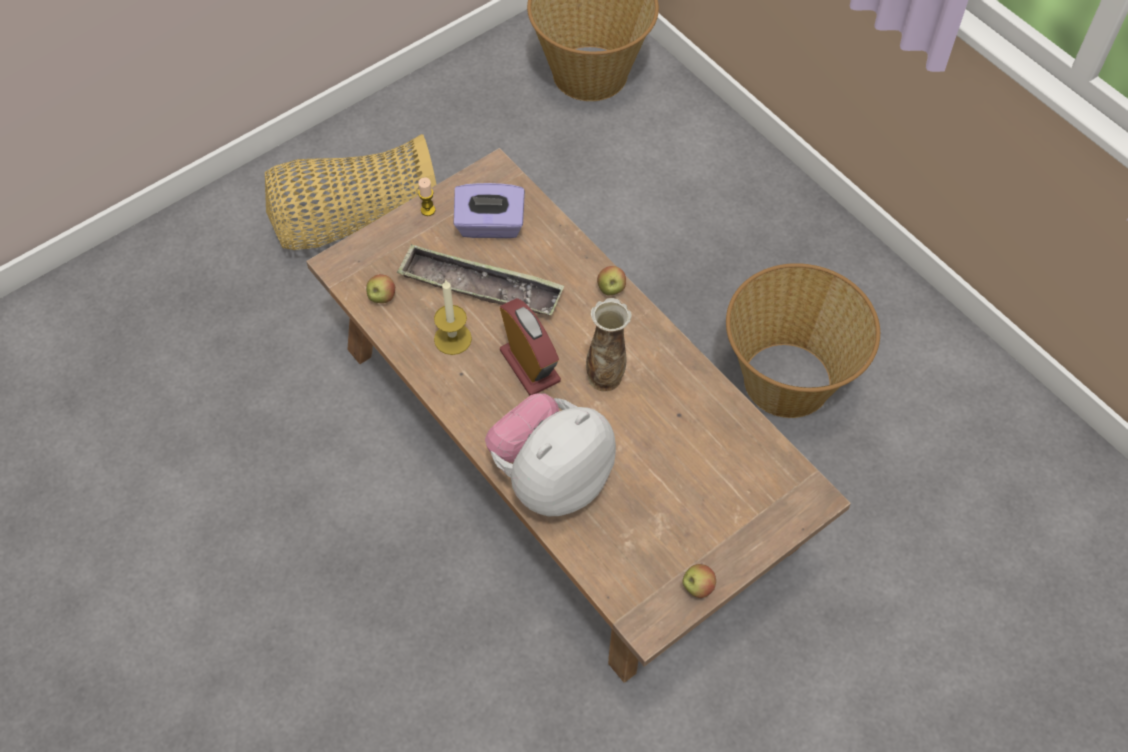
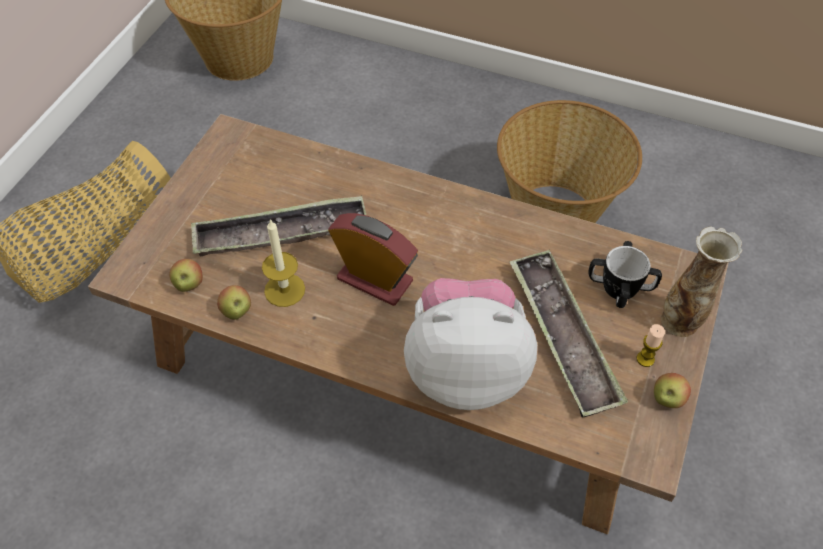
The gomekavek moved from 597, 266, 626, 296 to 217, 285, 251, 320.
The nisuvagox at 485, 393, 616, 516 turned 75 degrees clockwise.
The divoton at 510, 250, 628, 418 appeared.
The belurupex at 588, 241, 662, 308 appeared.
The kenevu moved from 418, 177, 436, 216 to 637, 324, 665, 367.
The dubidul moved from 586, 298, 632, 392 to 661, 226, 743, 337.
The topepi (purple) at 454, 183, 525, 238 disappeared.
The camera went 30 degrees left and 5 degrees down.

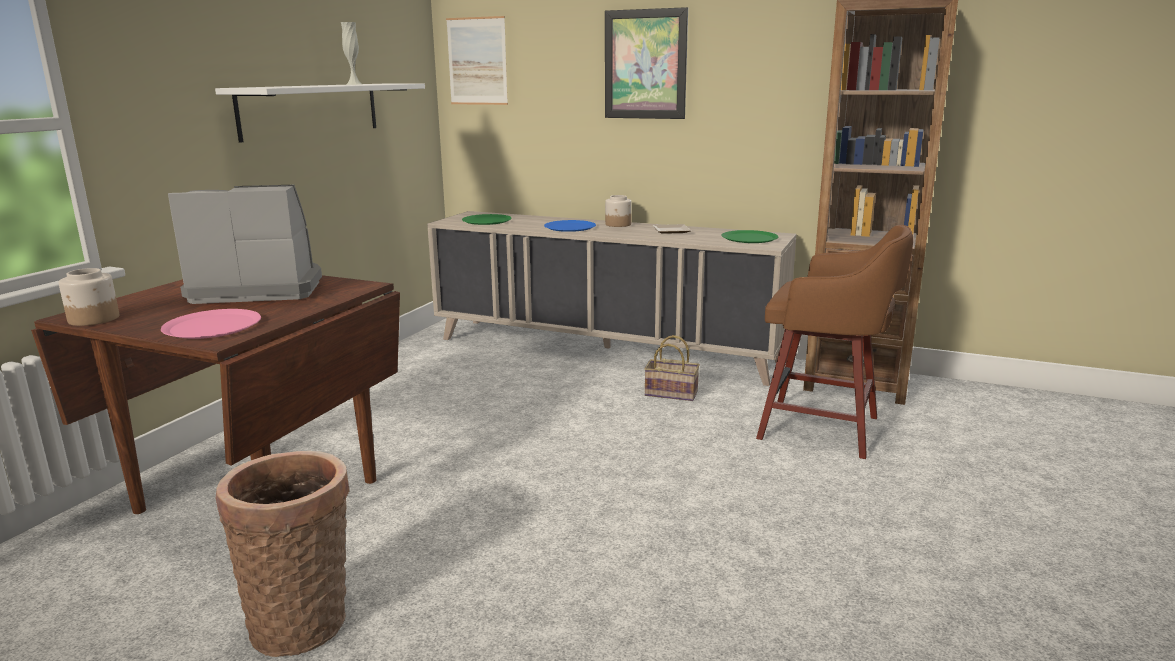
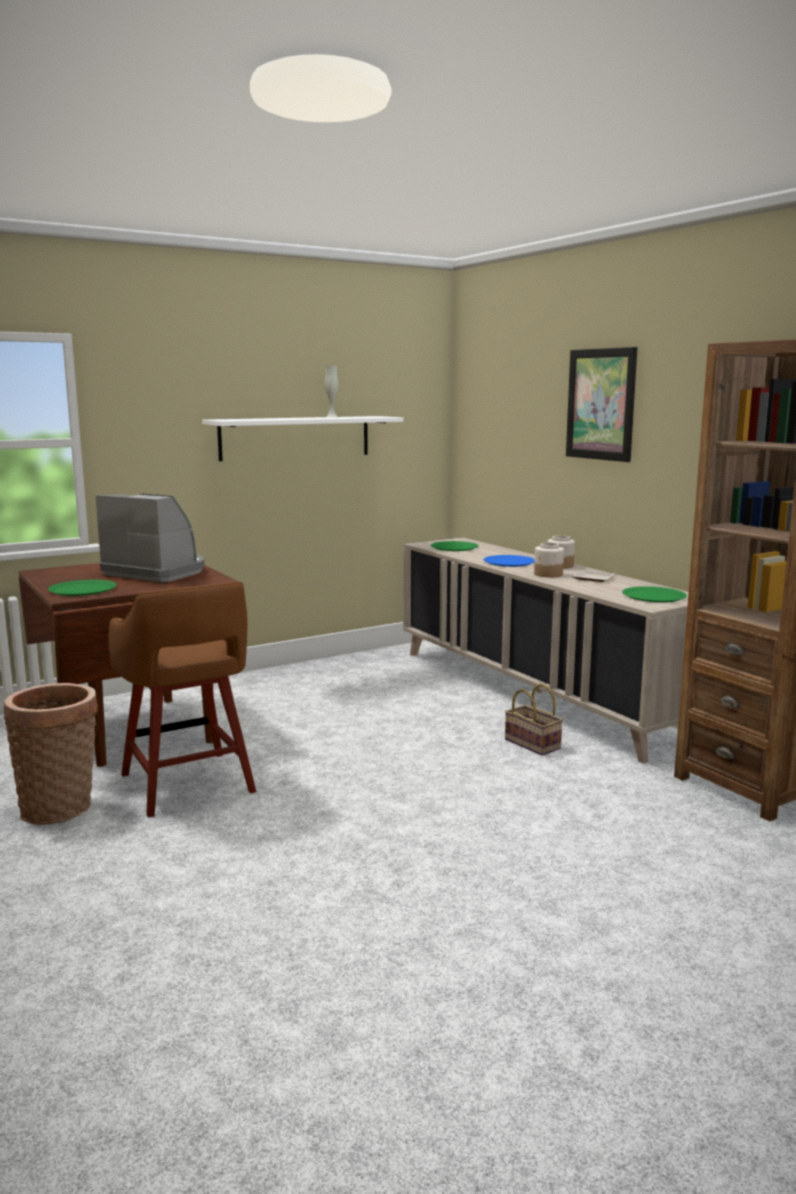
The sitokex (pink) at 161, 309, 261, 339 became the sitokex (green) at 48, 580, 117, 596.
The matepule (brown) moved from 756, 225, 913, 459 to 109, 582, 256, 817.
The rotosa moved from 59, 268, 119, 326 to 534, 543, 564, 577.
The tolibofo at 446, 16, 508, 105 disappeared.
The camera went 35 degrees right and 5 degrees down.

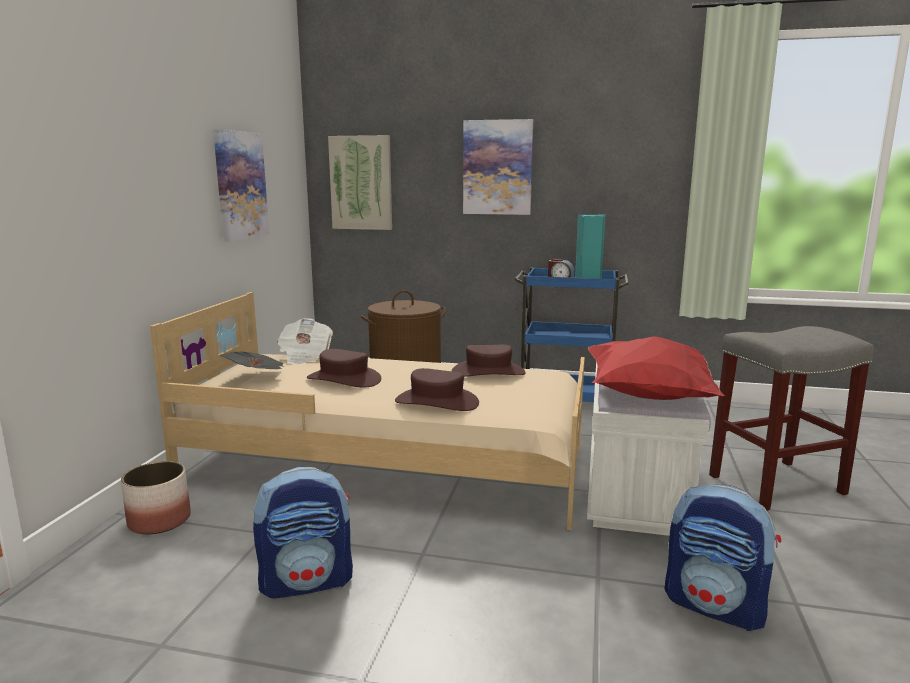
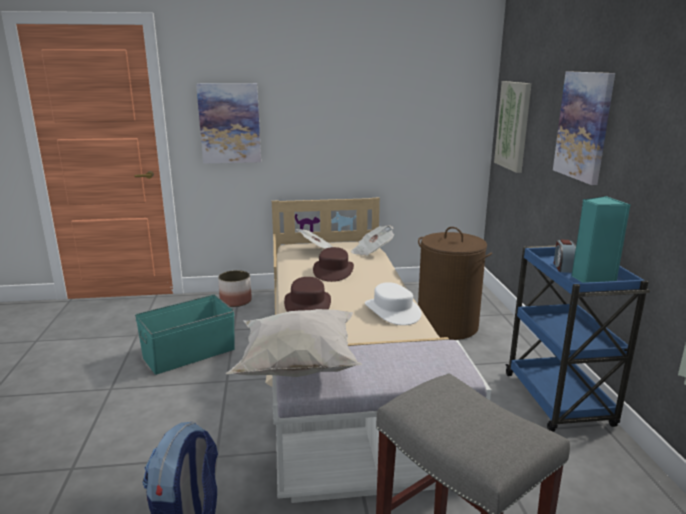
The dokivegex at 253, 467, 353, 598 was replaced by the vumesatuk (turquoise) at 135, 295, 235, 375.
The tolibofo moved from 213, 129, 269, 242 to 196, 83, 261, 164.
The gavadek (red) at 588, 336, 725, 400 became the gavadek (white) at 225, 309, 362, 377.
The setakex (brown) at 452, 345, 526, 377 became the setakex (white) at 365, 282, 422, 325.
The camera went 70 degrees right and 5 degrees up.

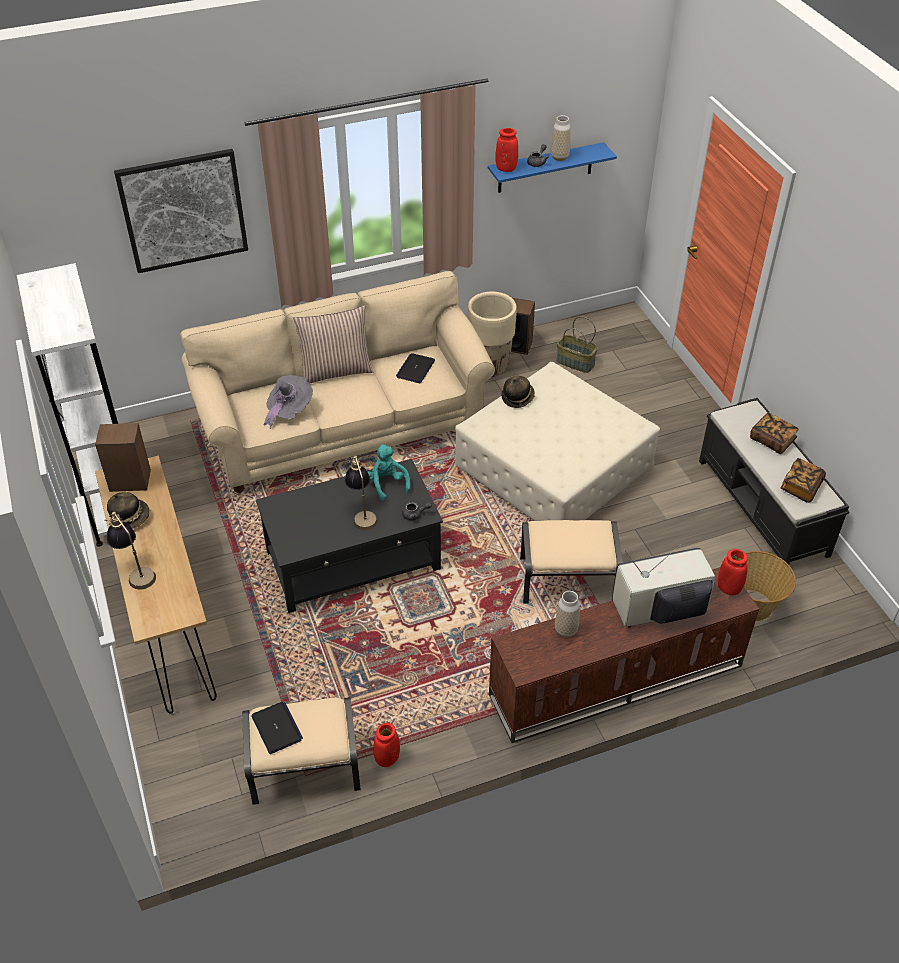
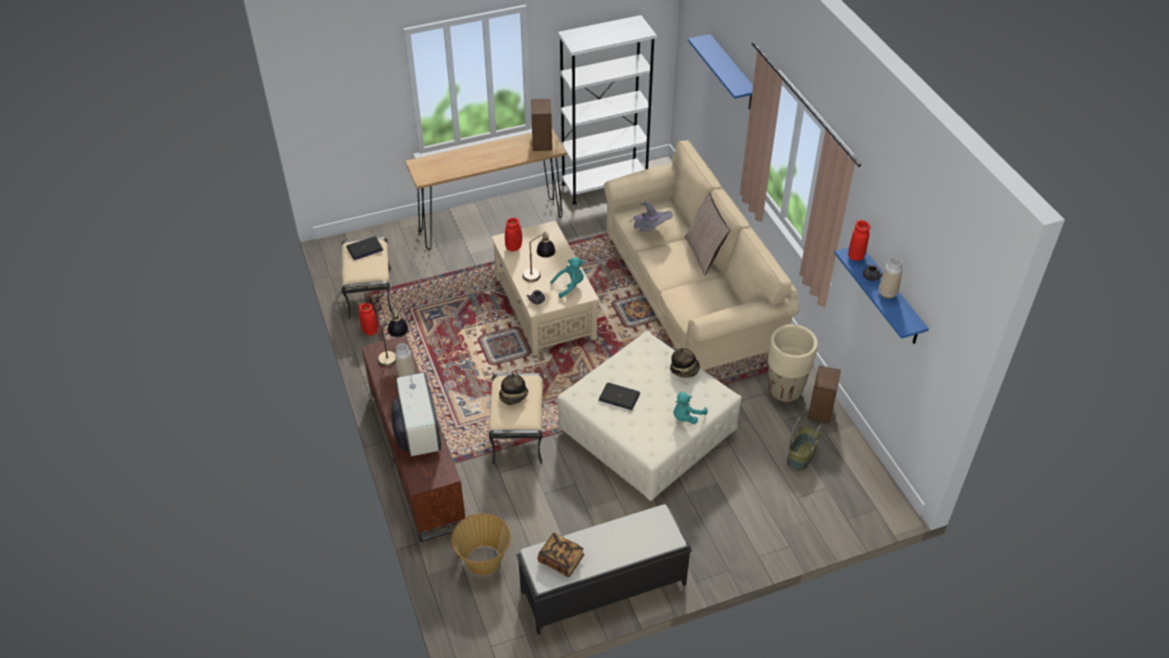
The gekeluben moved from 104, 512, 156, 590 to 378, 309, 409, 367.
The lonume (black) at 256, 459, 443, 613 became the lonume (beige) at 491, 221, 599, 356.
The setakex moved from 107, 492, 150, 529 to 499, 373, 528, 405.
The dubidul (red) moved from 718, 549, 748, 595 to 505, 218, 522, 251.
The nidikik moved from 396, 353, 435, 383 to 599, 382, 640, 410.
The nisuvagox (turquoise) at 673, 392, 707, 424 appeared.
The tolibofo at 114, 149, 248, 273 was replaced by the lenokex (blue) at 688, 34, 753, 110.
The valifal at 750, 412, 799, 454 disappeared.
The camera went 90 degrees right and 0 degrees up.

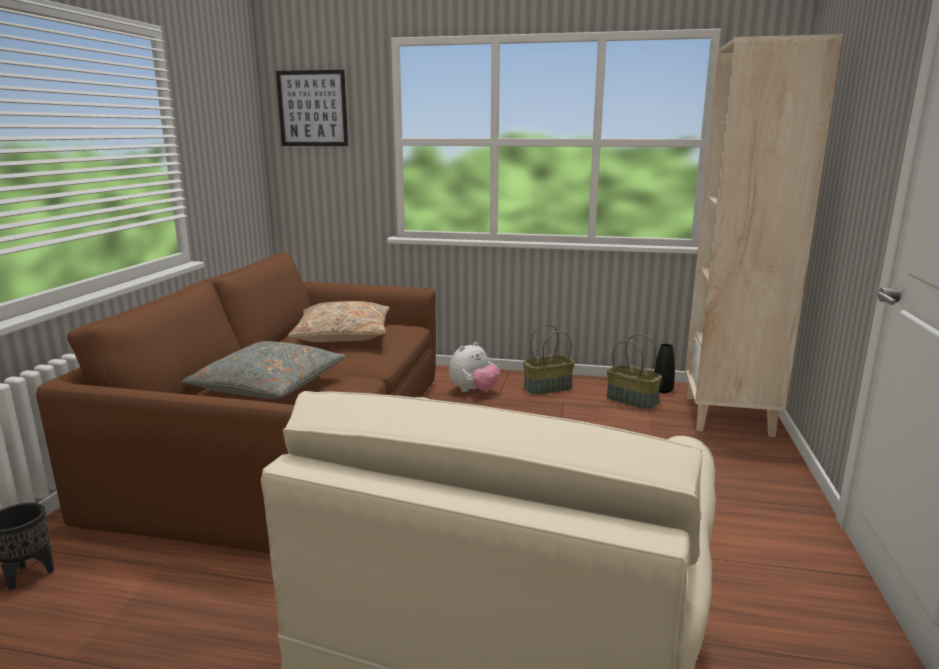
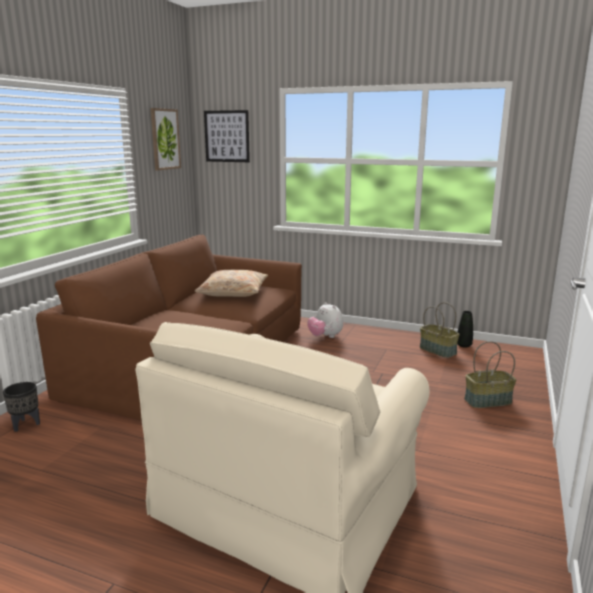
The tolibofo at 150, 108, 181, 171 appeared.
The nisuvagox at 449, 342, 500, 392 turned 90 degrees clockwise.
The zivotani moved from 523, 324, 575, 395 to 464, 341, 516, 408.
The gavadek (grey) at 182, 341, 346, 399 disappeared.
The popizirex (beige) at 685, 34, 843, 437 disappeared.
The camera went 10 degrees right and 0 degrees up.

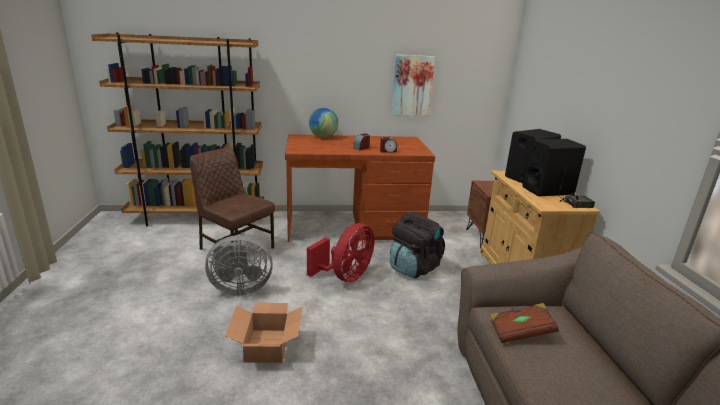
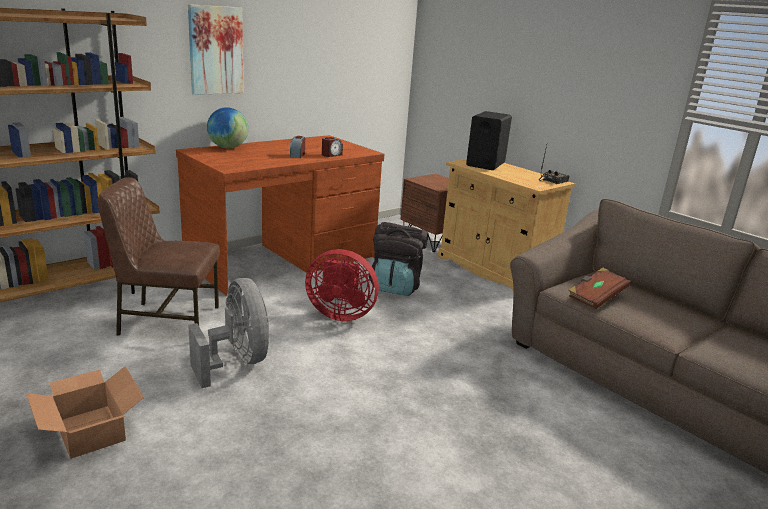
The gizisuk moved from 225, 303, 302, 363 to 26, 366, 144, 459.
The tolibofo moved from 392, 55, 435, 116 to 188, 4, 243, 95.
The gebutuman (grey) at 205, 235, 273, 296 turned 75 degrees counterclockwise.
The gebutuman (red) at 307, 223, 374, 282 turned 105 degrees clockwise.
The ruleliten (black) at 522, 139, 586, 197 disappeared.
The camera went 35 degrees left and 0 degrees up.

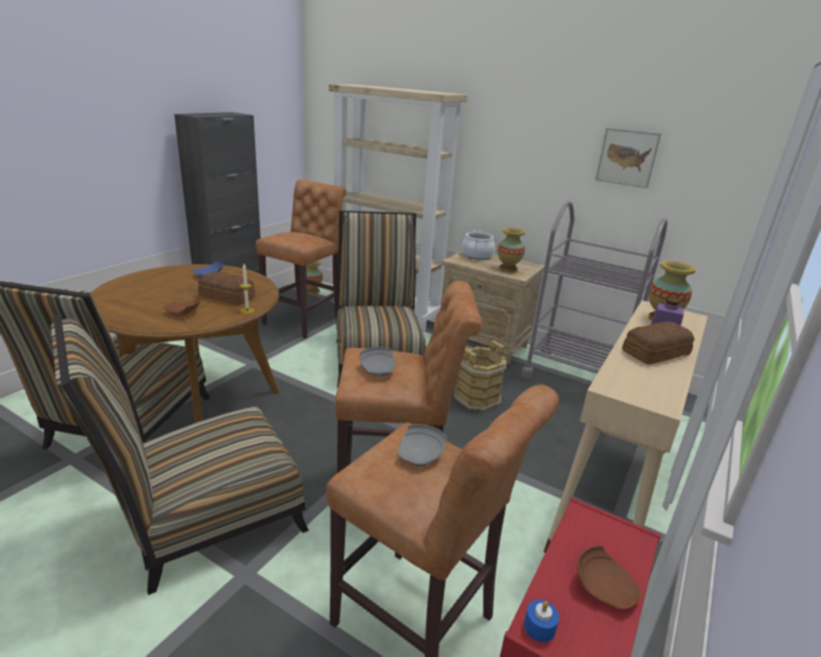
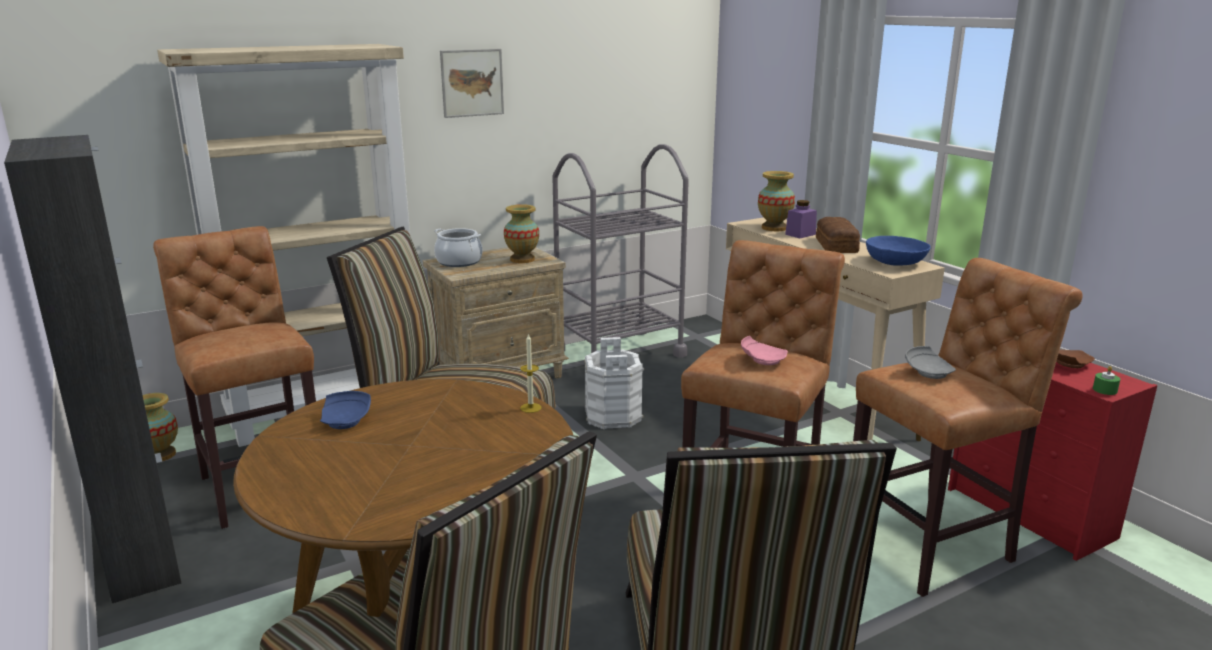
The tolibofo moved from 595, 128, 661, 188 to 440, 49, 504, 118.
The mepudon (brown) at 454, 340, 507, 412 became the mepudon (white) at 584, 337, 644, 429.
The sitokex (grey) at 359, 347, 396, 377 became the sitokex (pink) at 741, 336, 788, 365.
The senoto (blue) at 866, 236, 931, 266 appeared.
The kenevu (blue) at 524, 600, 559, 642 became the kenevu (green) at 1093, 366, 1120, 395.
The sitokex (brown) at 164, 297, 200, 316 disappeared.
The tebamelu at 198, 271, 255, 305 disappeared.
The camera went 60 degrees left and 5 degrees down.

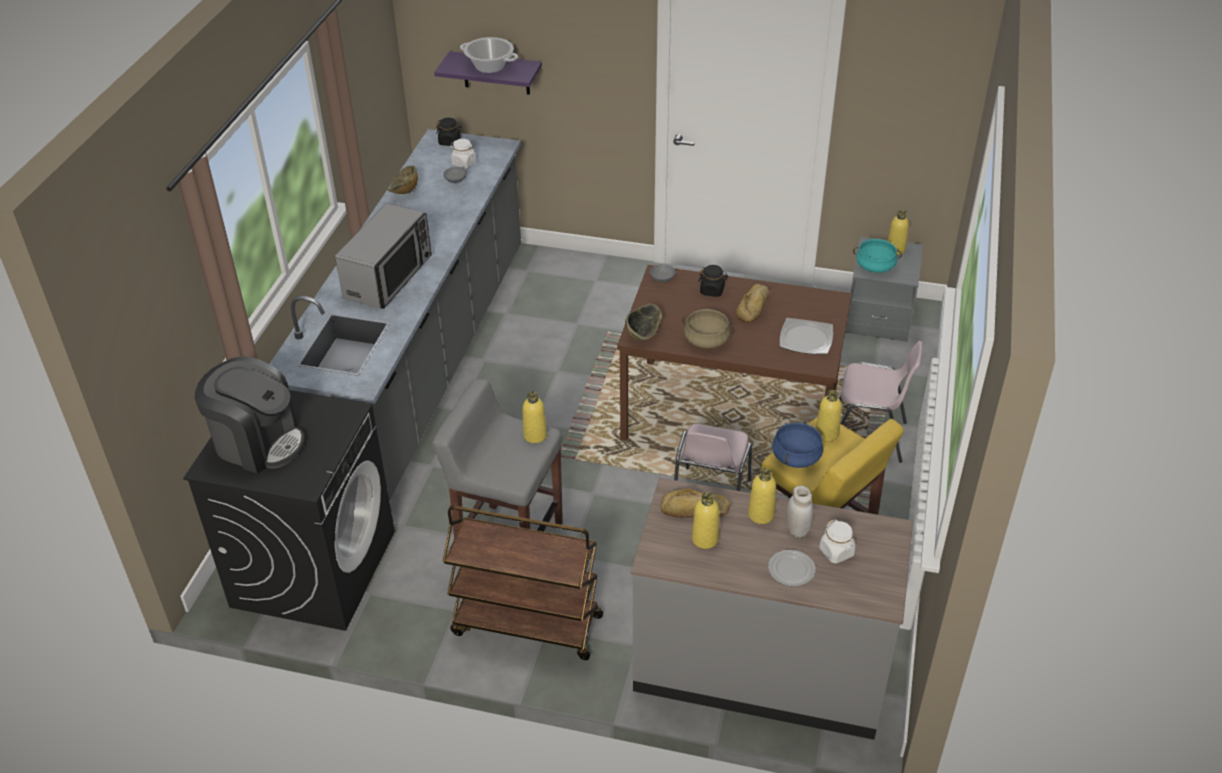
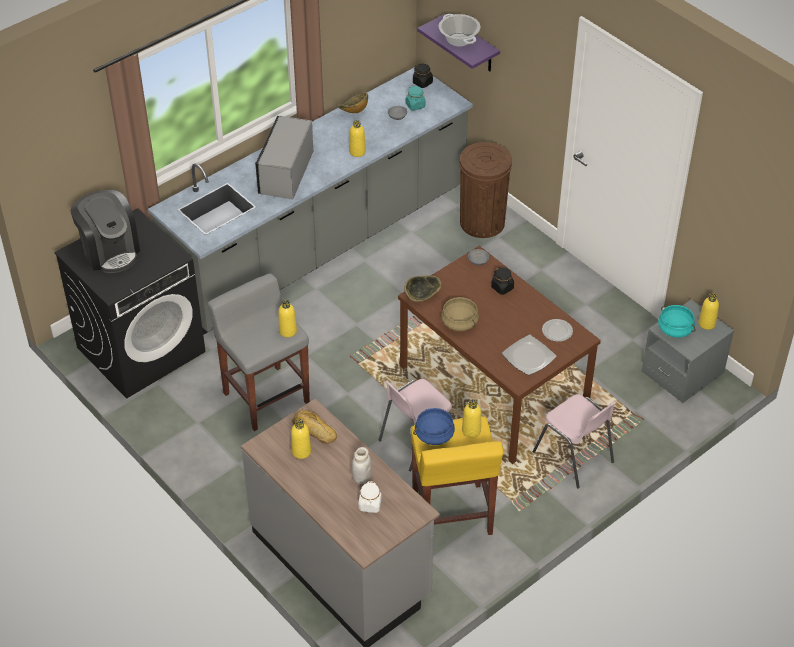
The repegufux at 335, 203, 432, 309 turned 135 degrees clockwise.
The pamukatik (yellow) moved from 748, 468, 776, 524 to 349, 120, 366, 157.
The rotosa (white) at 450, 139, 476, 168 became the rotosa (turquoise) at 406, 86, 426, 111.
The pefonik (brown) at 460, 142, 512, 238 appeared.
The sitokex moved from 768, 550, 816, 587 to 542, 319, 573, 342.
The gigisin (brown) at 443, 506, 603, 660 disappeared.
The tebamelu at 736, 284, 770, 323 disappeared.
The camera went 35 degrees right and 5 degrees up.

